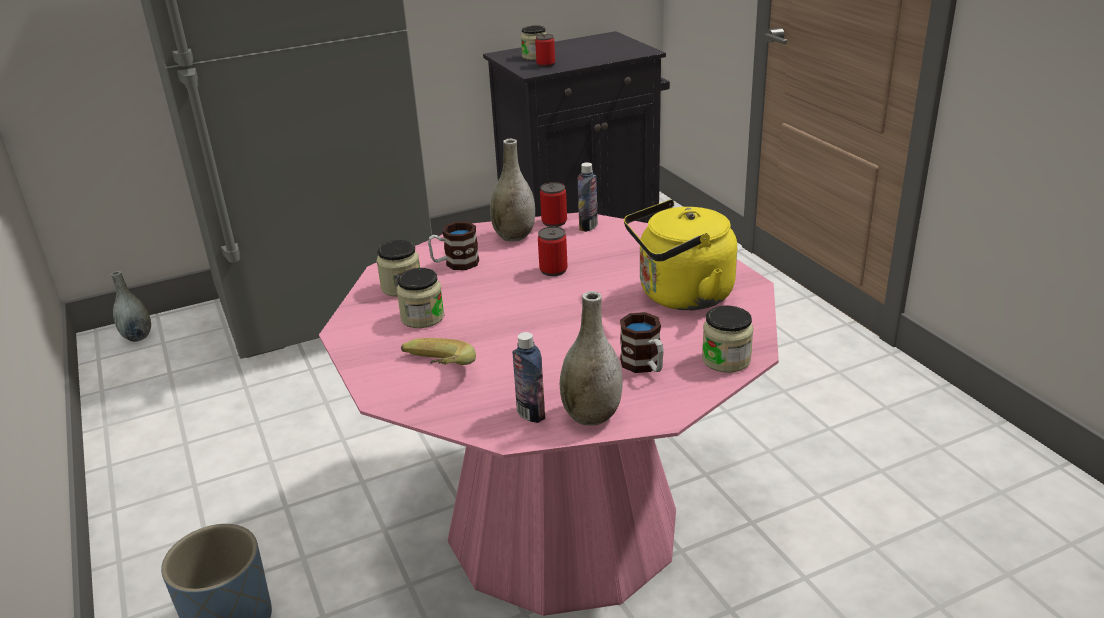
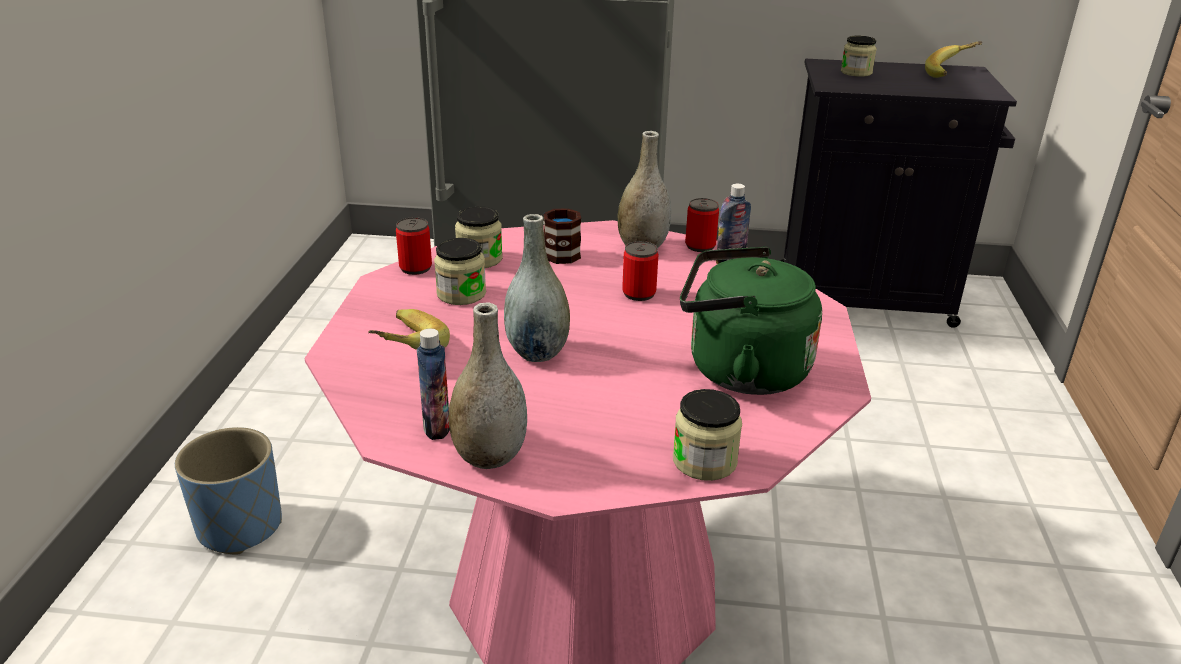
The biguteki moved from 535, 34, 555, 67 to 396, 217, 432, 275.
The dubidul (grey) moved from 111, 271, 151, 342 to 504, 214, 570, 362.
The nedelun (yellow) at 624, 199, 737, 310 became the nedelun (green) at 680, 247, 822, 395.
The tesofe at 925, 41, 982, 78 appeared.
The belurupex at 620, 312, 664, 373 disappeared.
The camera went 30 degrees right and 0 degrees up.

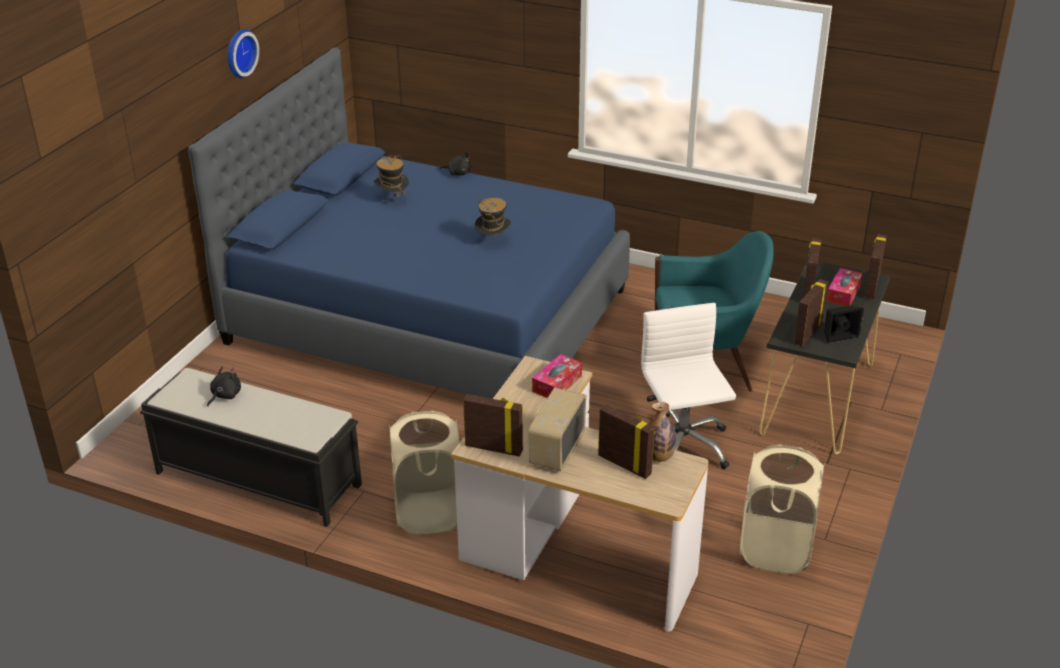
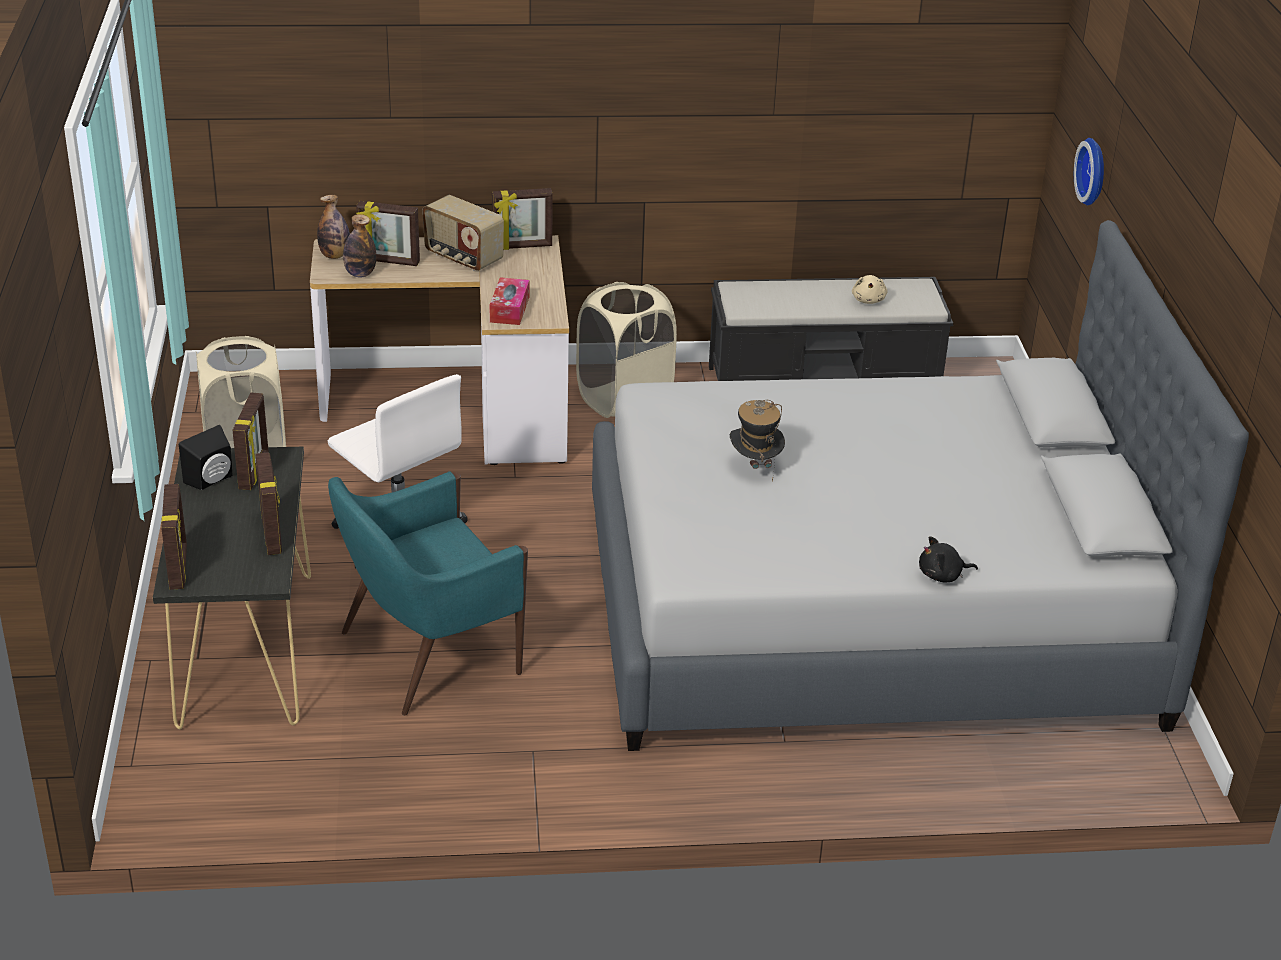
The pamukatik at 317, 195, 350, 259 appeared.
The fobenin at 529, 387, 586, 471 turned 135 degrees clockwise.
The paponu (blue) at 188, 47, 630, 399 became the paponu (grey) at 592, 220, 1249, 751.
The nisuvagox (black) at 207, 367, 241, 407 became the nisuvagox (beige) at 852, 275, 887, 304.
The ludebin moved from 227, 29, 259, 78 to 1074, 138, 1104, 205.
The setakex at 373, 155, 409, 198 disappeared.
The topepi at 826, 268, 863, 306 disappeared.
The camera went 150 degrees right and 0 degrees up.

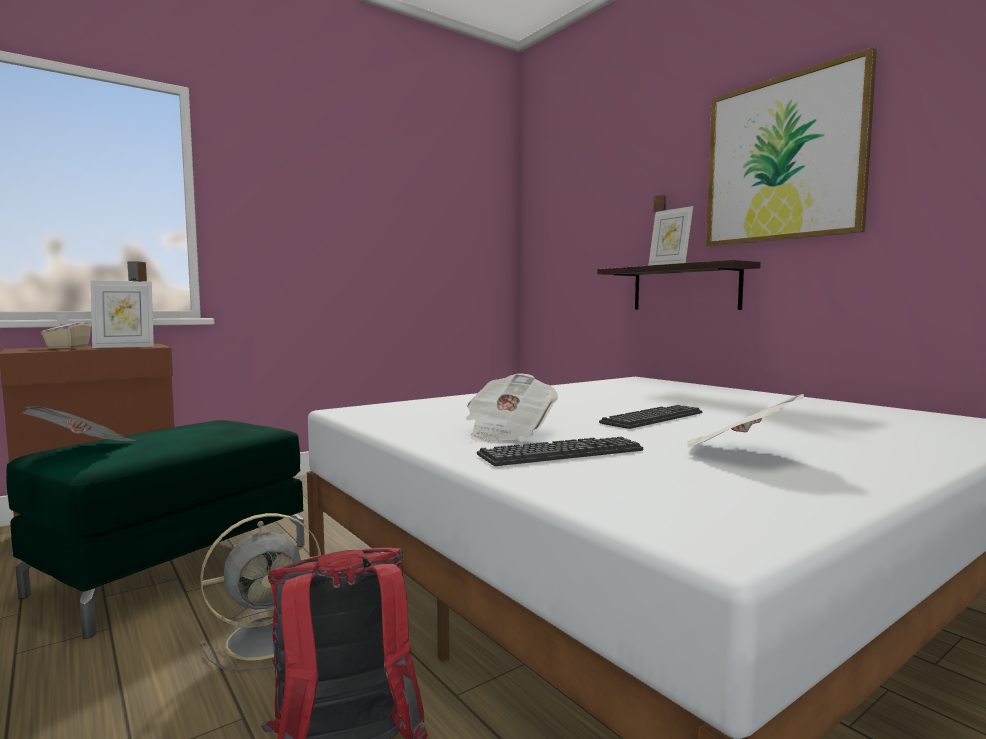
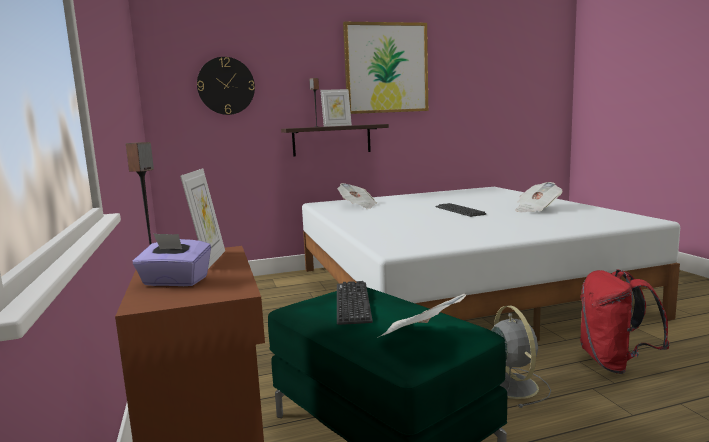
The topepi (beige) at 41, 314, 91, 349 became the topepi (purple) at 133, 233, 211, 286.
The ludebin at 197, 57, 255, 115 appeared.
The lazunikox moved from 466, 374, 558, 442 to 337, 183, 377, 209.
The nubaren moved from 477, 437, 644, 466 to 337, 281, 373, 325.
The camera went 70 degrees left and 5 degrees up.

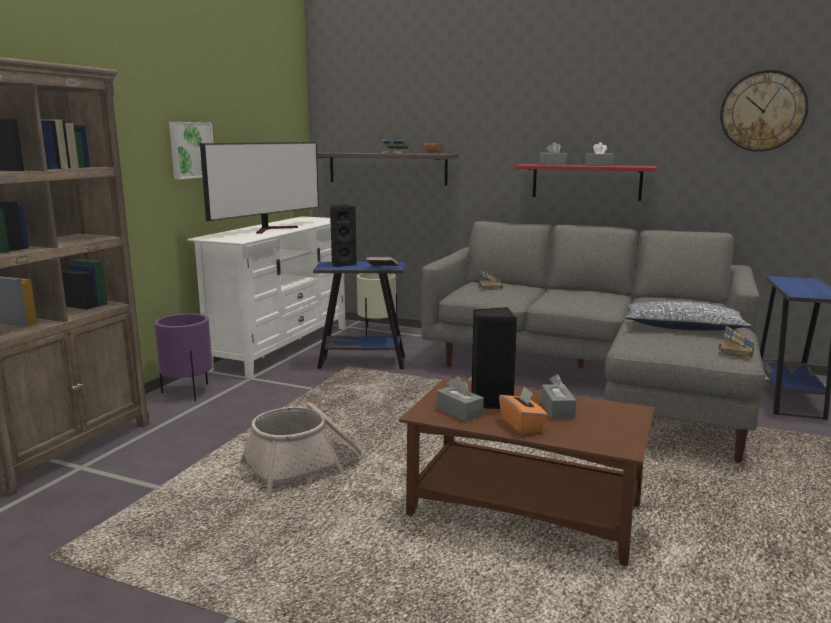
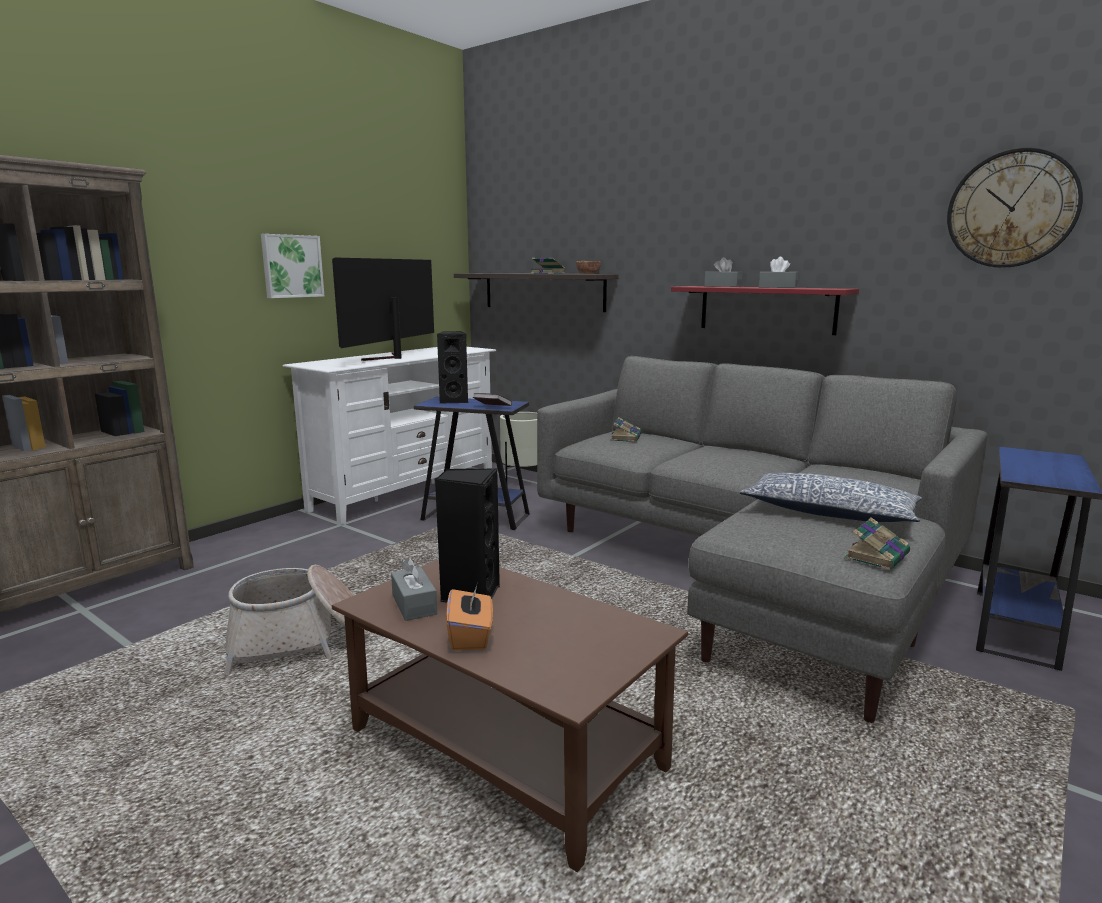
The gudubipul at 200, 142, 319, 234 turned 150 degrees clockwise.
The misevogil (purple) at 155, 313, 213, 401 disappeared.
The topepi (grey) at 541, 374, 576, 419 disappeared.
The camera went 15 degrees right and 0 degrees up.

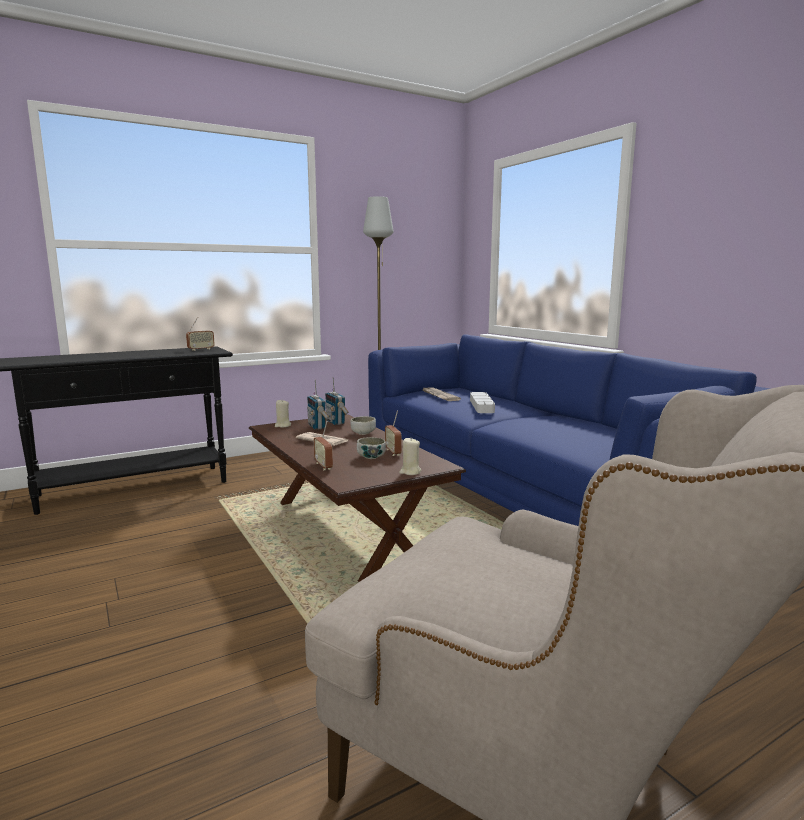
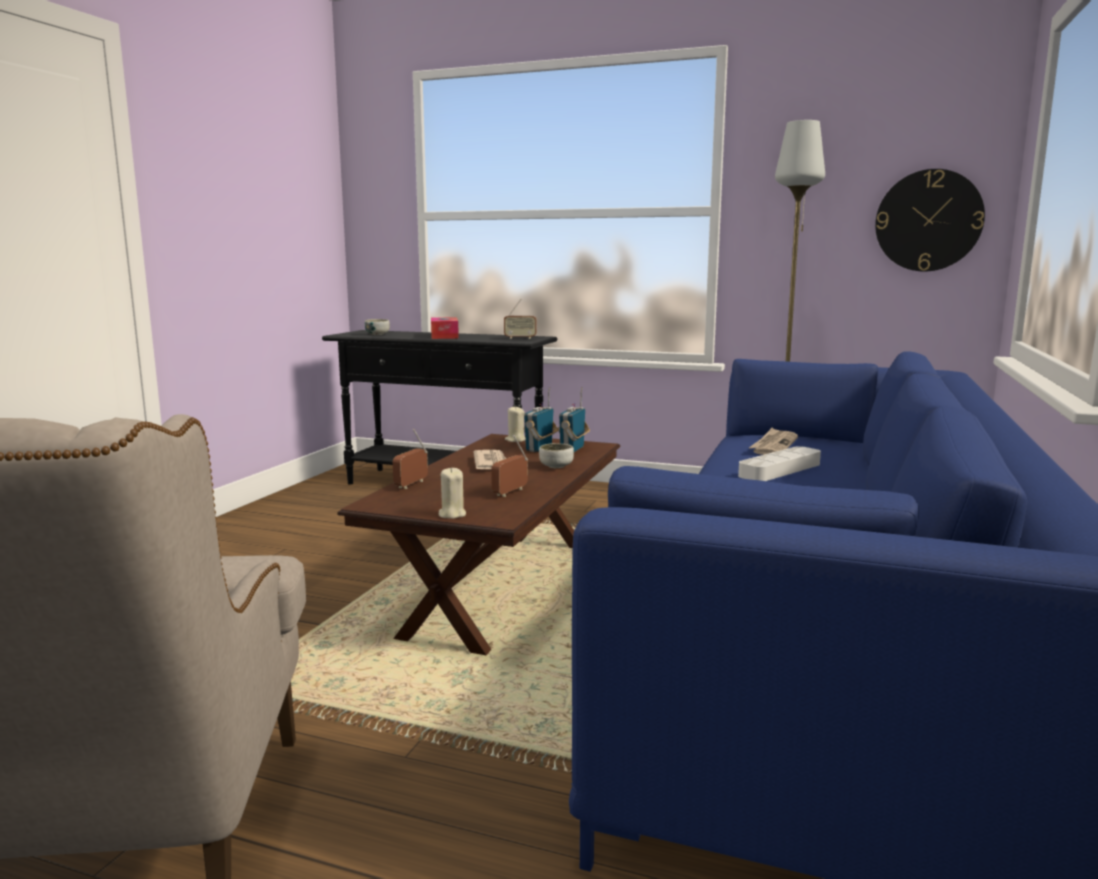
The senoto moved from 357, 437, 386, 459 to 365, 319, 390, 335.
The topepi at 431, 317, 459, 339 appeared.
The ludebin at 875, 169, 985, 271 appeared.
The camera went 50 degrees right and 0 degrees up.

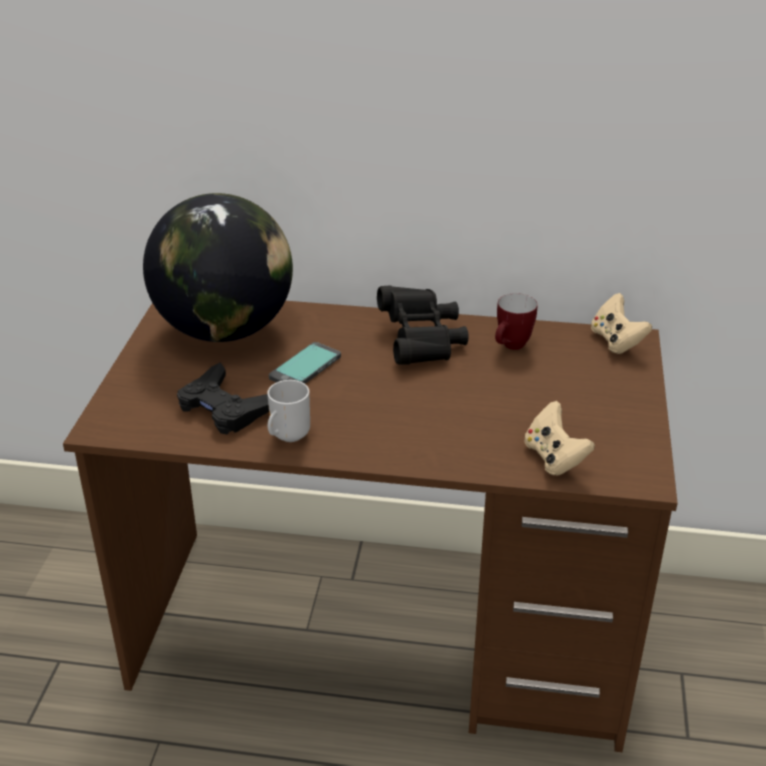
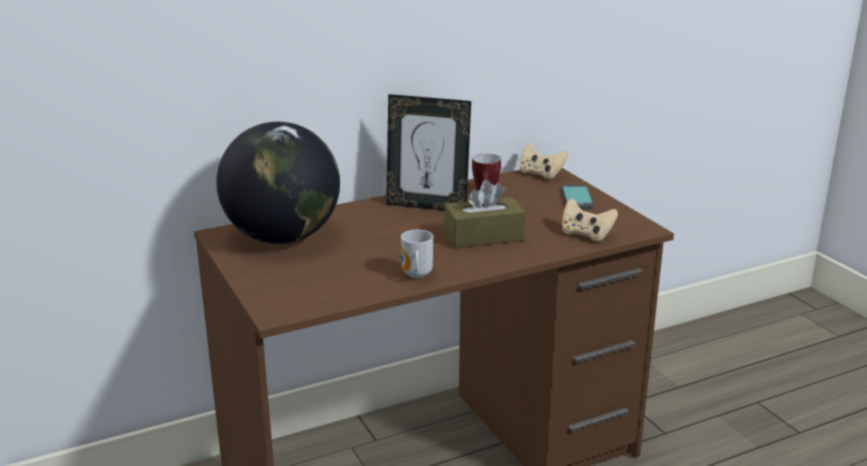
The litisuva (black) at 377, 285, 469, 365 was replaced by the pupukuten at 386, 94, 471, 211.
The topepi (brown) at 444, 180, 525, 248 appeared.
The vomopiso moved from 269, 342, 341, 384 to 561, 185, 594, 210.
The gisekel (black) at 177, 362, 269, 434 disappeared.
The camera went 35 degrees left and 10 degrees down.

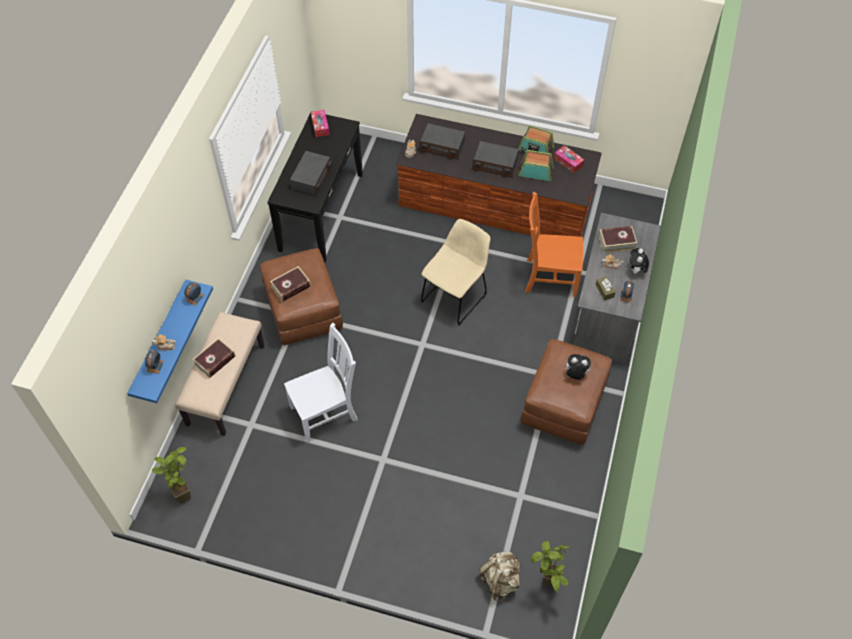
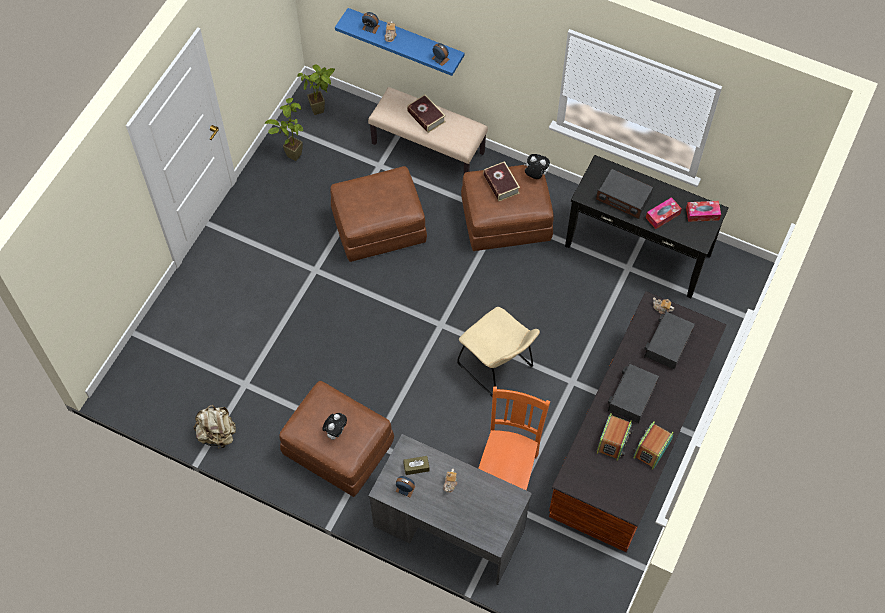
The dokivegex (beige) moved from 478, 552, 520, 601 to 194, 405, 236, 449.
The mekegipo moved from 531, 541, 570, 593 to 264, 98, 303, 161.
The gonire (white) at 284, 323, 358, 443 was replaced by the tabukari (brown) at 330, 166, 427, 262.
The nisuvagox moved from 630, 248, 649, 274 to 524, 154, 550, 179.
The topepi moved from 554, 145, 584, 173 to 646, 197, 682, 229.
The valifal at 598, 226, 637, 253 disappeared.
The camera went 100 degrees right and 5 degrees up.

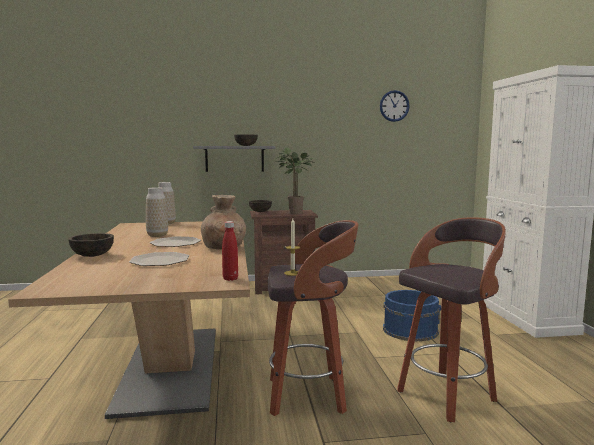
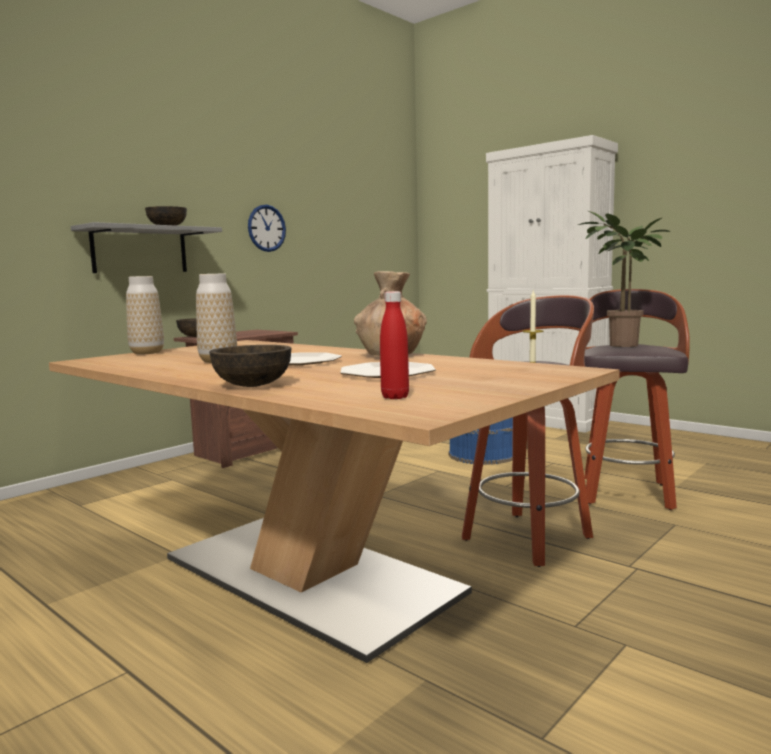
The ludebin moved from 380, 90, 410, 122 to 248, 205, 286, 252.
The pamukatik (red) moved from 222, 221, 238, 281 to 380, 291, 409, 399.
The mekegipo moved from 276, 147, 314, 215 to 578, 211, 671, 347.
The camera went 40 degrees left and 0 degrees up.

